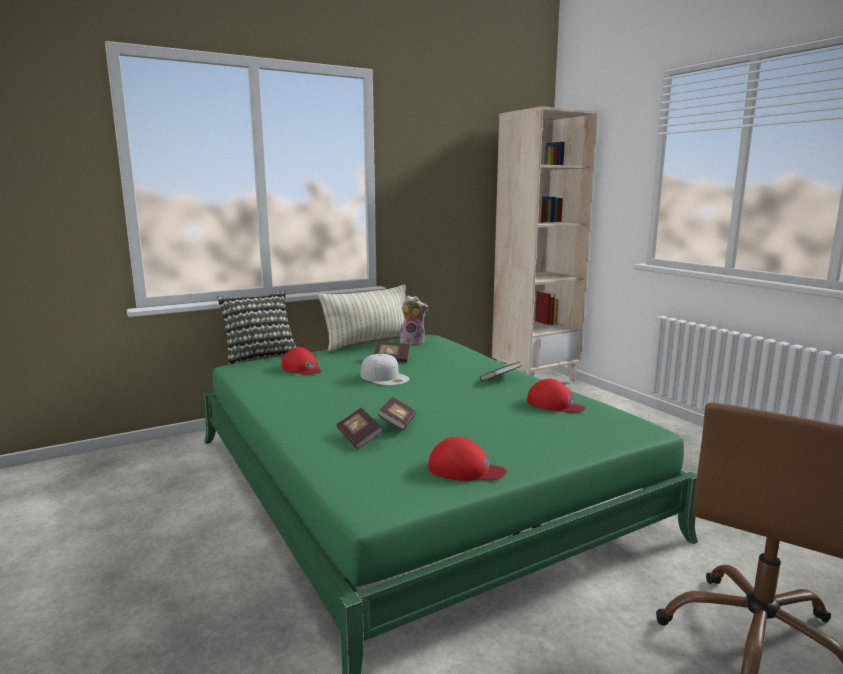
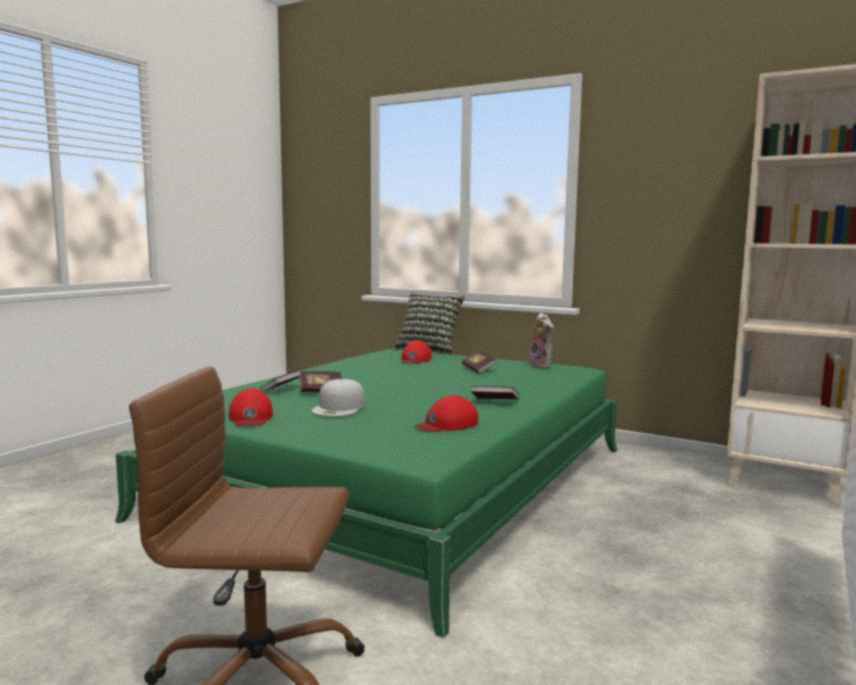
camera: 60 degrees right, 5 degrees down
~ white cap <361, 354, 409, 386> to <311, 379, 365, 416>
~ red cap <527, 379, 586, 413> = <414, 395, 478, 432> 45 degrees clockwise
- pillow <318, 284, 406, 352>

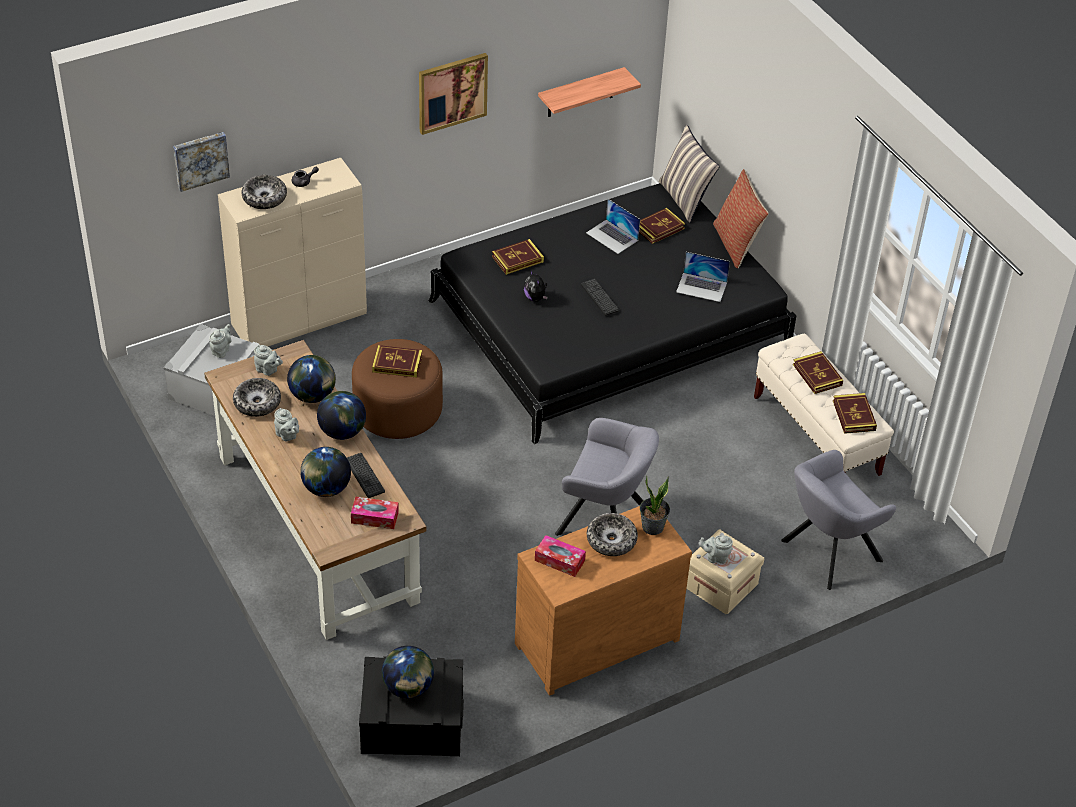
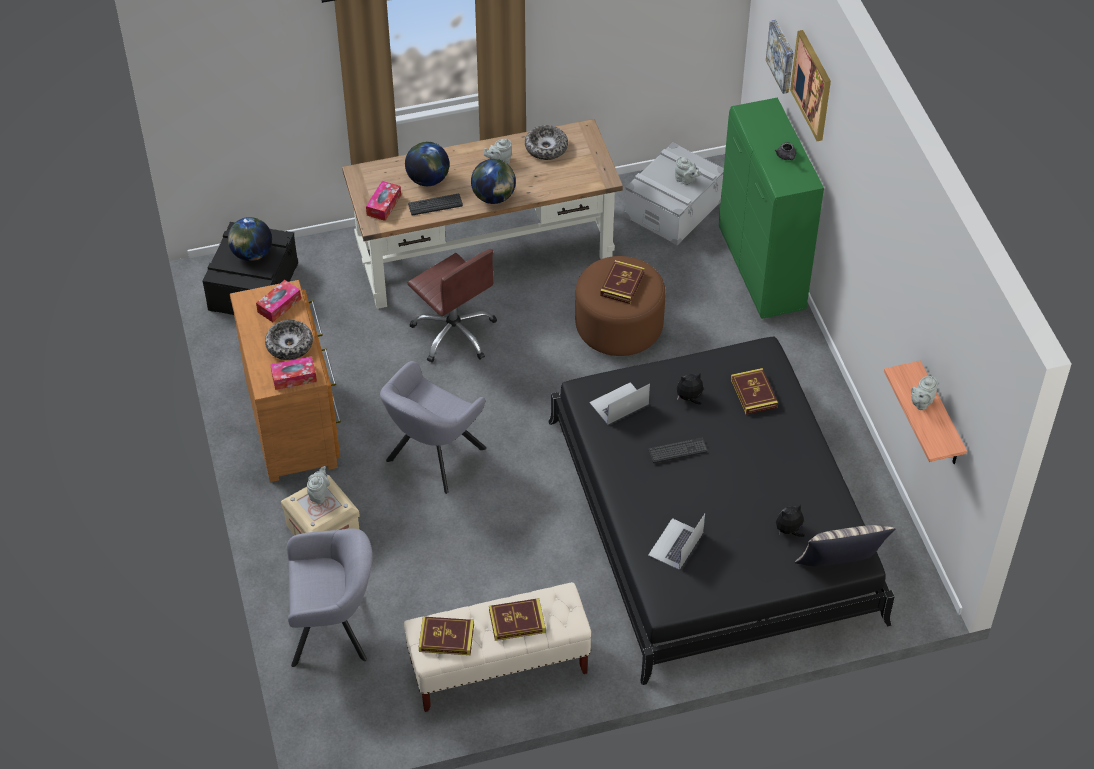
camera: 105 degrees right, 5 degrees up
~ potted plant <640, 476, 670, 535> to tissue box <270, 356, 317, 390>
~ grey armchair <781, 450, 896, 590> = <287, 528, 373, 667> 105 degrees clockwise
+ brown office chair <408, 249, 497, 363>
~ laptop <586, 199, 640, 254> to <589, 382, 650, 424>
~ beige cabinet <218, 158, 367, 346> to green cabinet <719, 98, 824, 319>
~ book <639, 208, 685, 244> to plush toy <776, 504, 805, 537>
~ picture <419, 53, 488, 135> to <790, 30, 831, 141>
~ grey teapot <254, 344, 283, 376> to <911, 376, 938, 410>
- bowl <241, 175, 287, 209>
- globe <287, 355, 336, 403>
- pillow <713, 169, 769, 268>

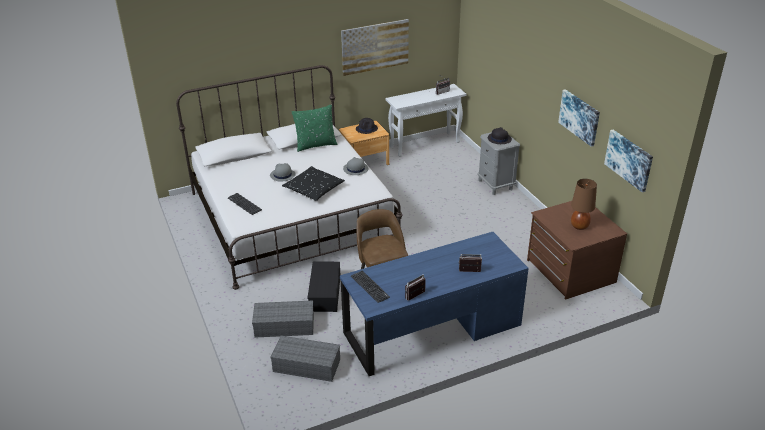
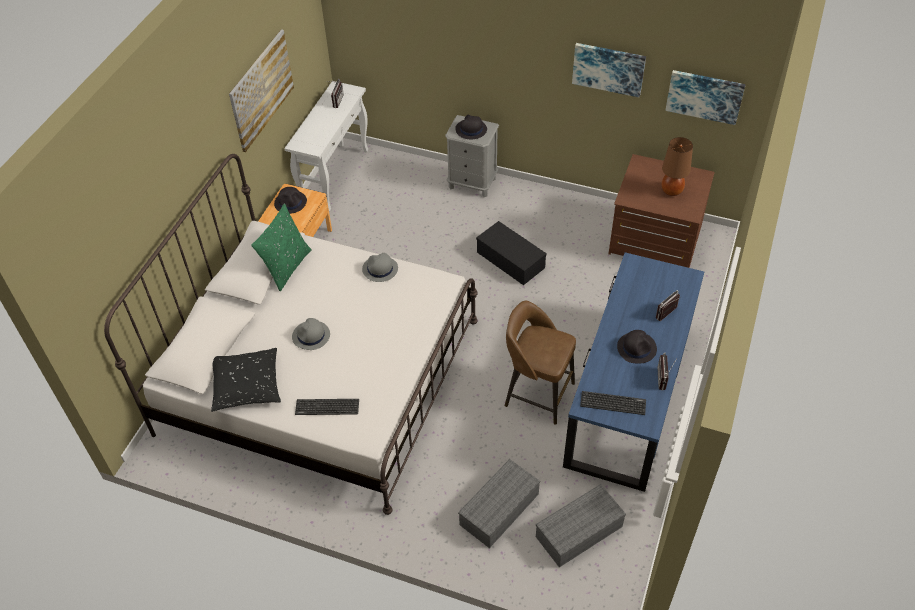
camera: 45 degrees left, 15 degrees up
~ black pillow <282, 166, 345, 201> to <211, 348, 281, 412>
~ black storage box <308, 262, 340, 312> to <476, 221, 547, 285>
+ black hat <617, 330, 657, 364>

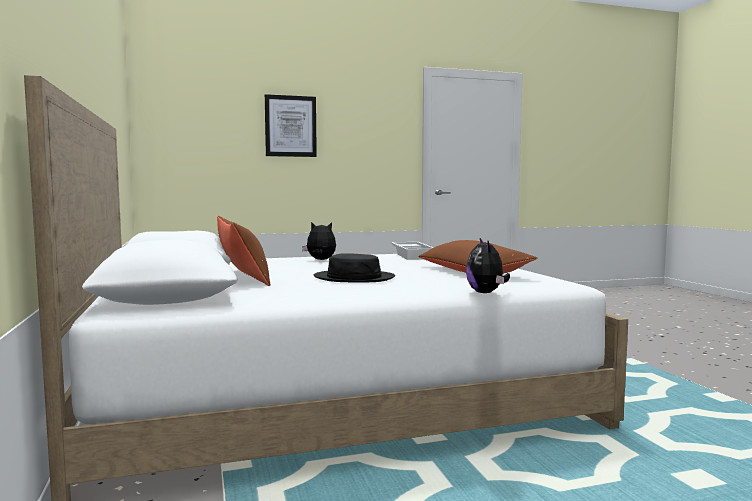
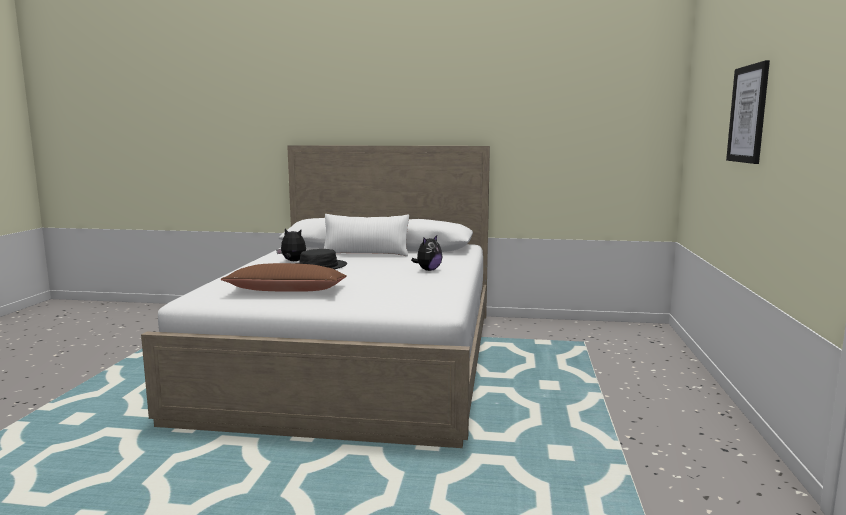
camera: 115 degrees right, 5 degrees up
~ plush toy <466, 238, 510, 293> to <276, 229, 306, 261>
~ brown pillow <217, 216, 270, 286> to white pillow <324, 214, 409, 256>
- white tray <391, 242, 434, 260>

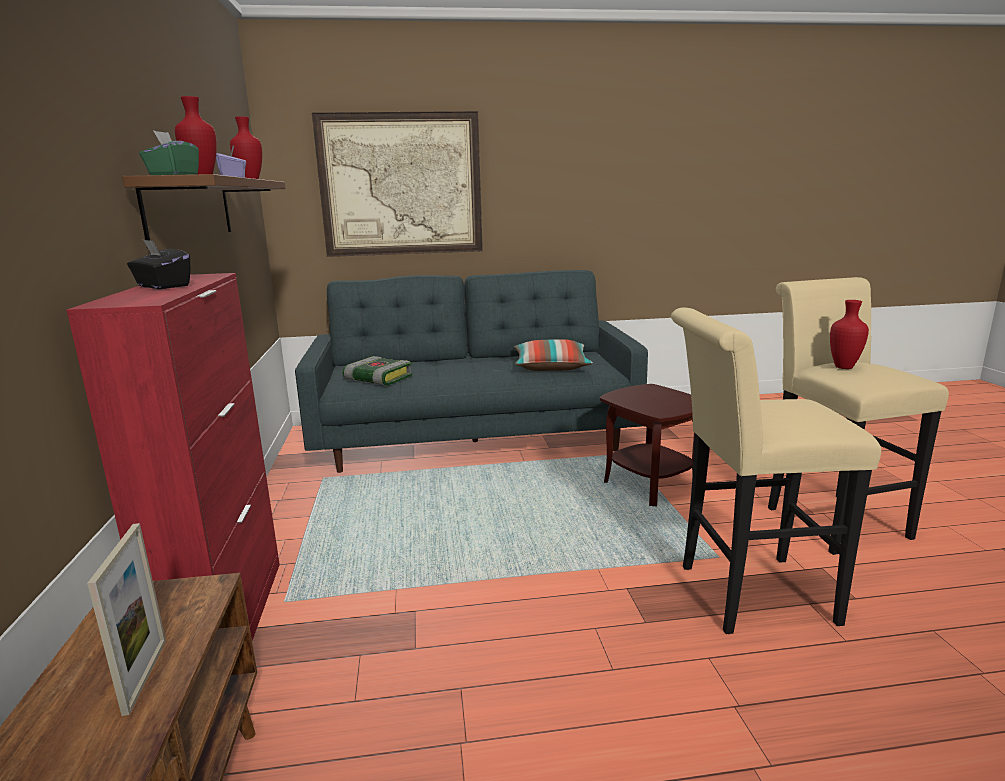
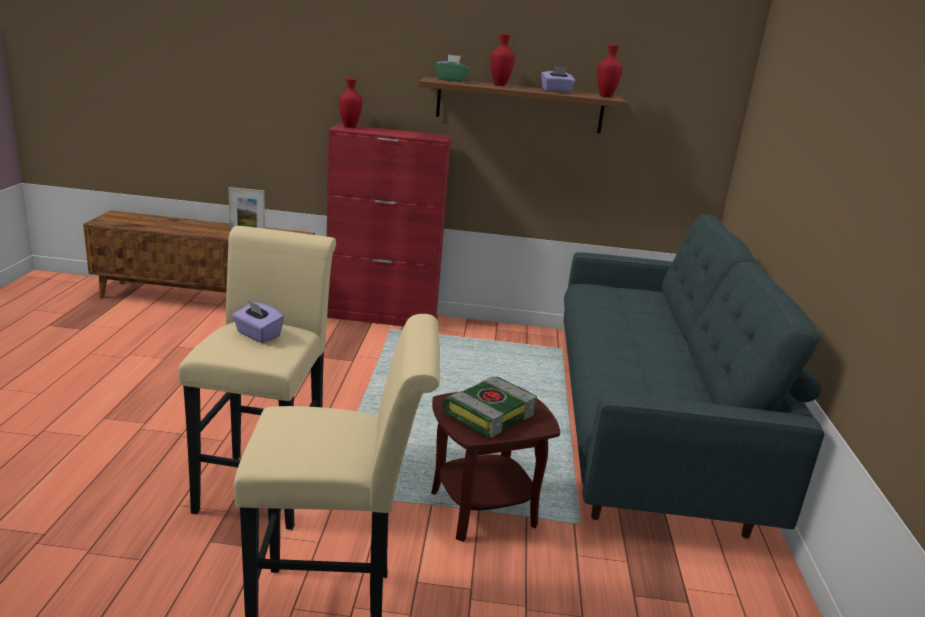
camera: 100 degrees right, 5 degrees up
+ purple tissue box <232, 300, 284, 343>
~ red vase <830, 300, 869, 369> to <339, 78, 362, 128>
~ book <342, 356, 412, 386> to <443, 377, 537, 438>
- black tissue box <127, 240, 190, 289>
- picture <312, 111, 483, 257>
- pillow <514, 339, 593, 371>

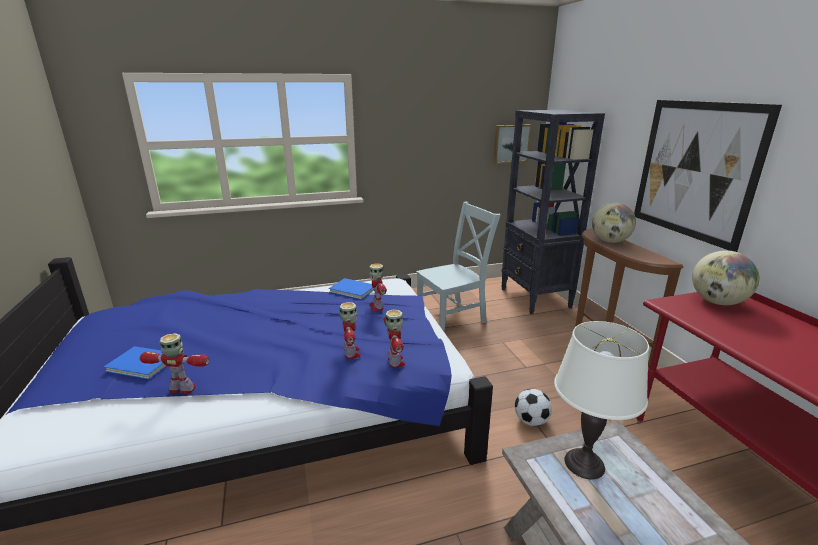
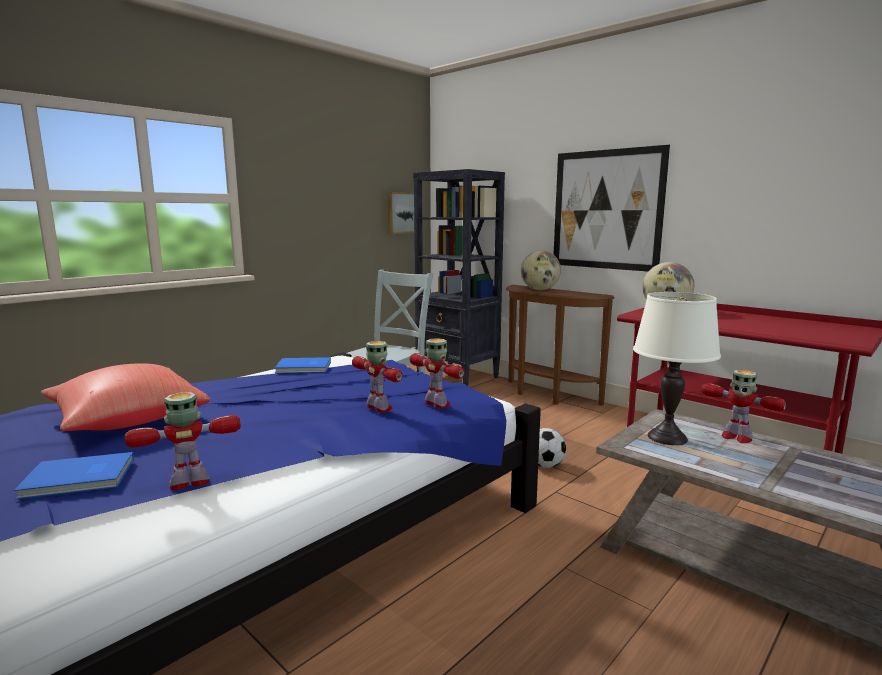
camera: 30 degrees left, 10 degrees down
+ red pillow <41, 363, 210, 431>
~ toy robot <369, 263, 387, 311> to <701, 370, 786, 443>

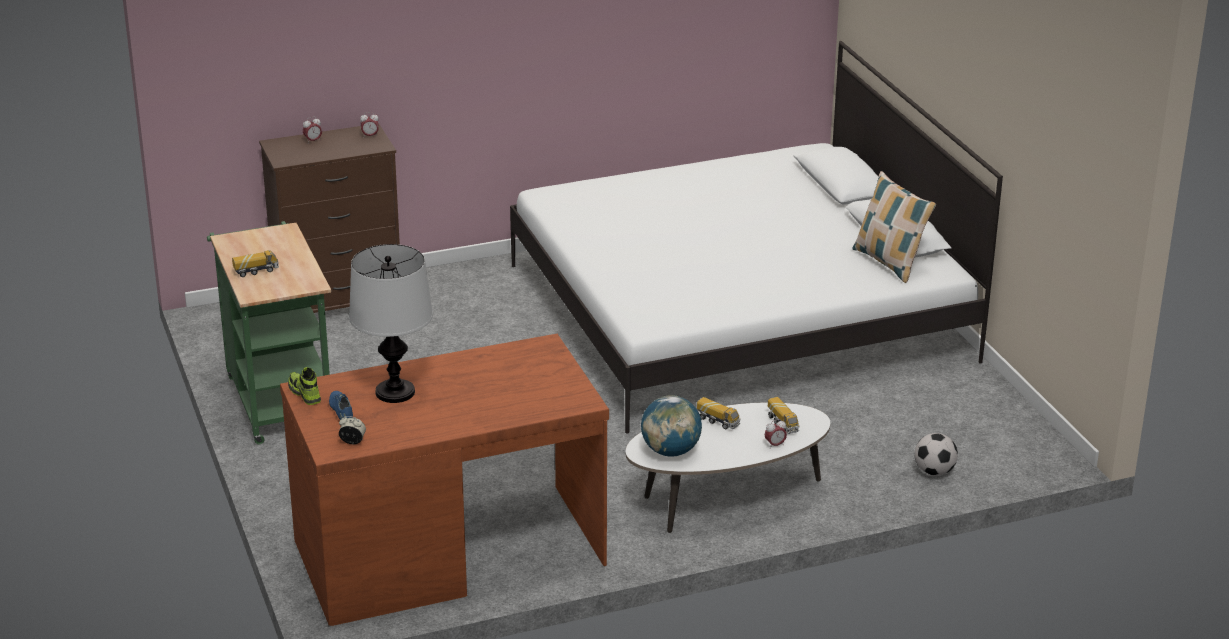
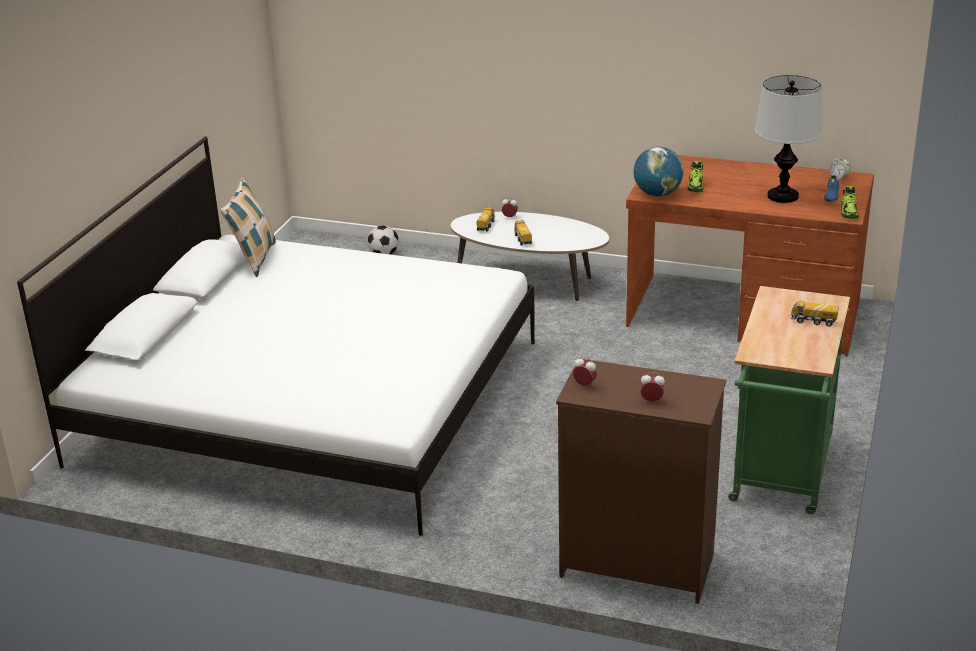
camera: 140 degrees left, 0 degrees up
~ globe <641, 395, 702, 457> to <634, 146, 684, 196>
+ shoe <688, 161, 703, 193>

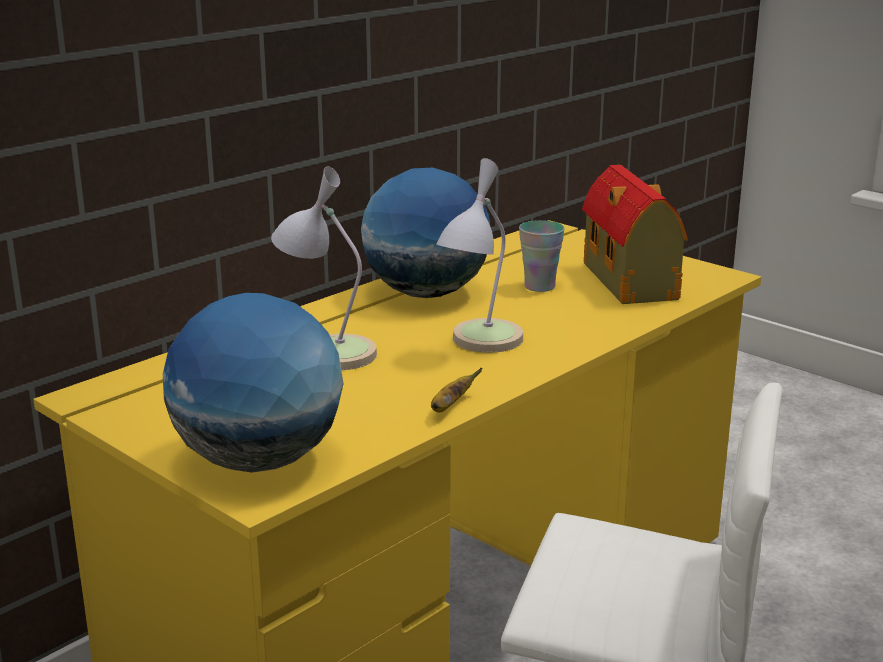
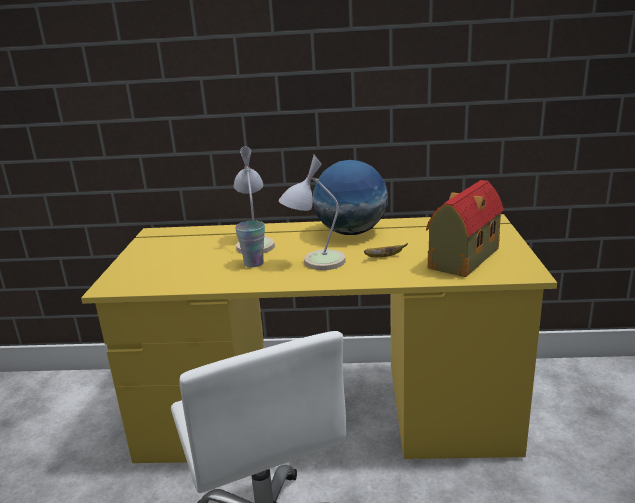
camera: 50 degrees right, 0 degrees up
~ cup <519, 220, 565, 292> to <235, 221, 265, 267>
~ banana <431, 368, 482, 413> to <364, 243, 408, 257>
- globe <163, 293, 343, 473>

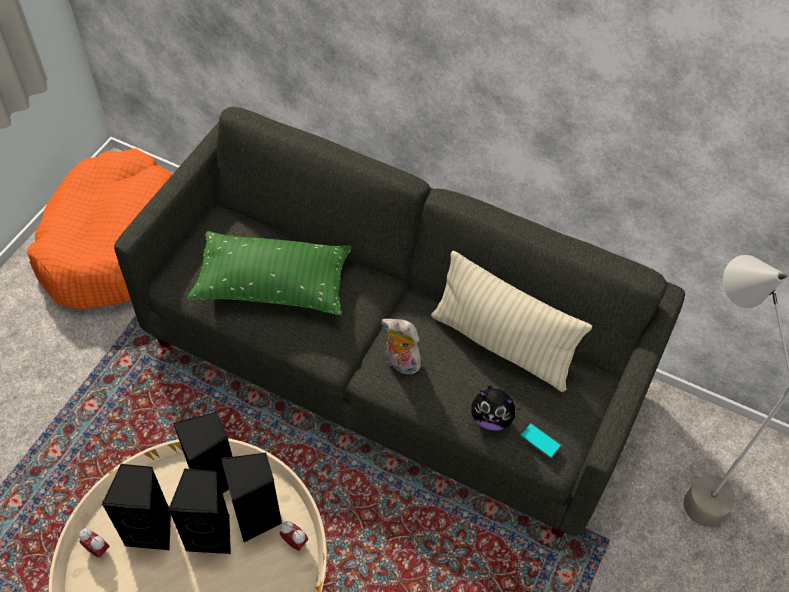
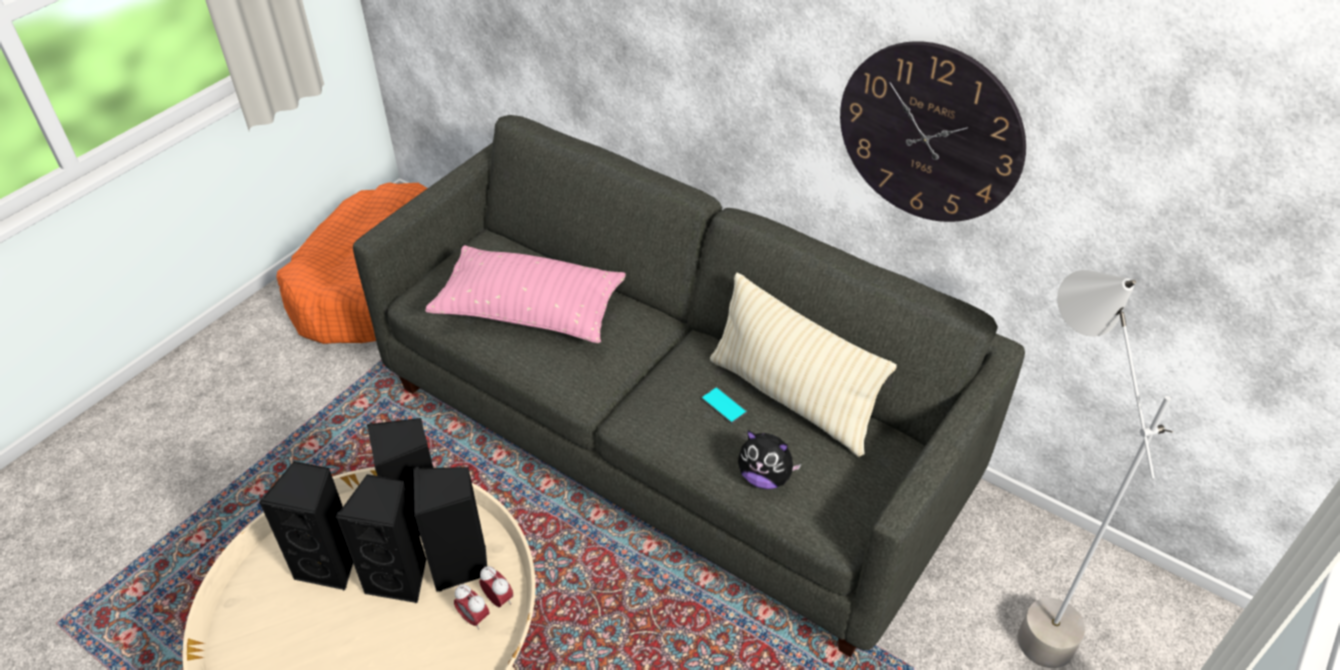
camera: 10 degrees right, 10 degrees down
~ green pillow <188, 231, 351, 315> to pink pillow <425, 245, 626, 343>
~ alarm clock <79, 528, 110, 559> to <454, 584, 489, 630>
~ phone <520, 423, 562, 459> to <701, 387, 747, 424>
+ wall clock <840, 41, 1026, 222>
- plush toy <381, 318, 421, 374>

